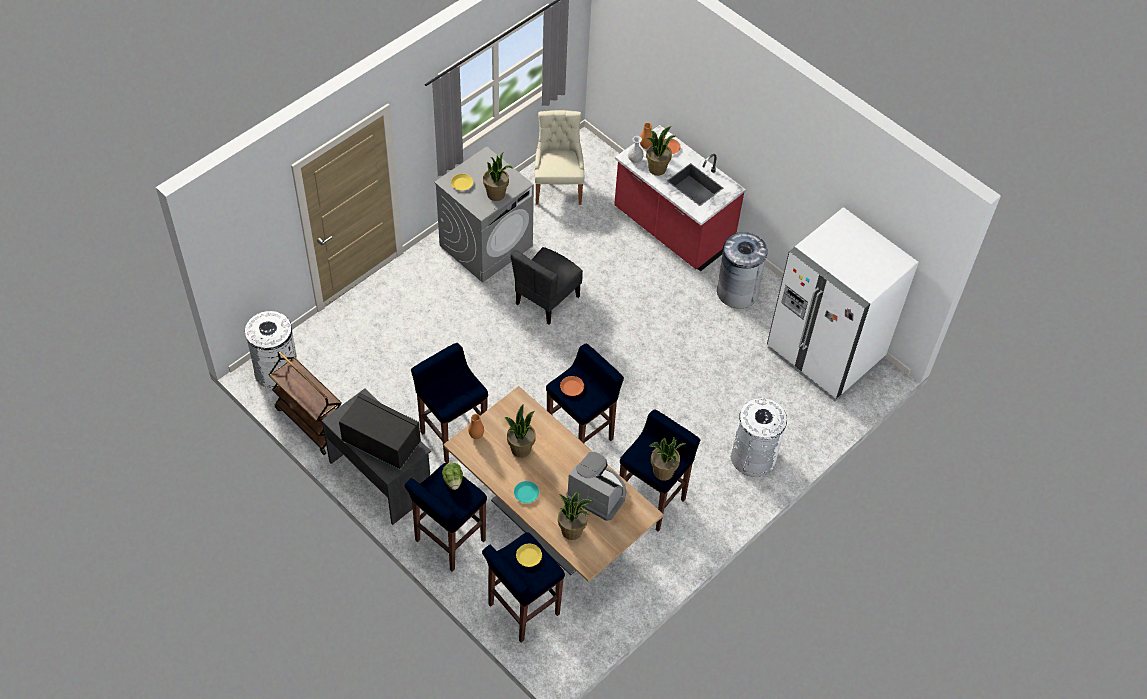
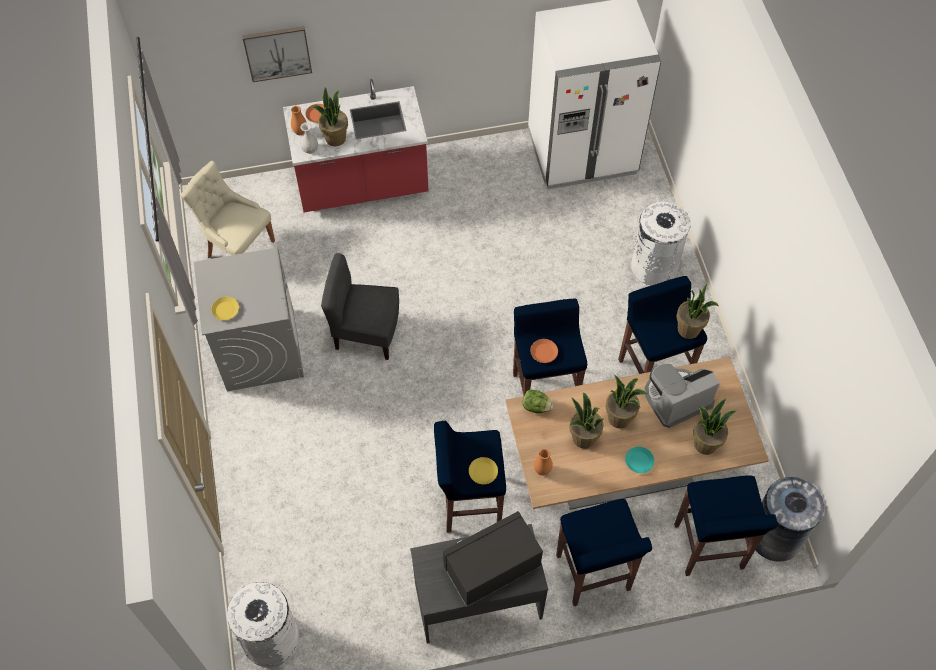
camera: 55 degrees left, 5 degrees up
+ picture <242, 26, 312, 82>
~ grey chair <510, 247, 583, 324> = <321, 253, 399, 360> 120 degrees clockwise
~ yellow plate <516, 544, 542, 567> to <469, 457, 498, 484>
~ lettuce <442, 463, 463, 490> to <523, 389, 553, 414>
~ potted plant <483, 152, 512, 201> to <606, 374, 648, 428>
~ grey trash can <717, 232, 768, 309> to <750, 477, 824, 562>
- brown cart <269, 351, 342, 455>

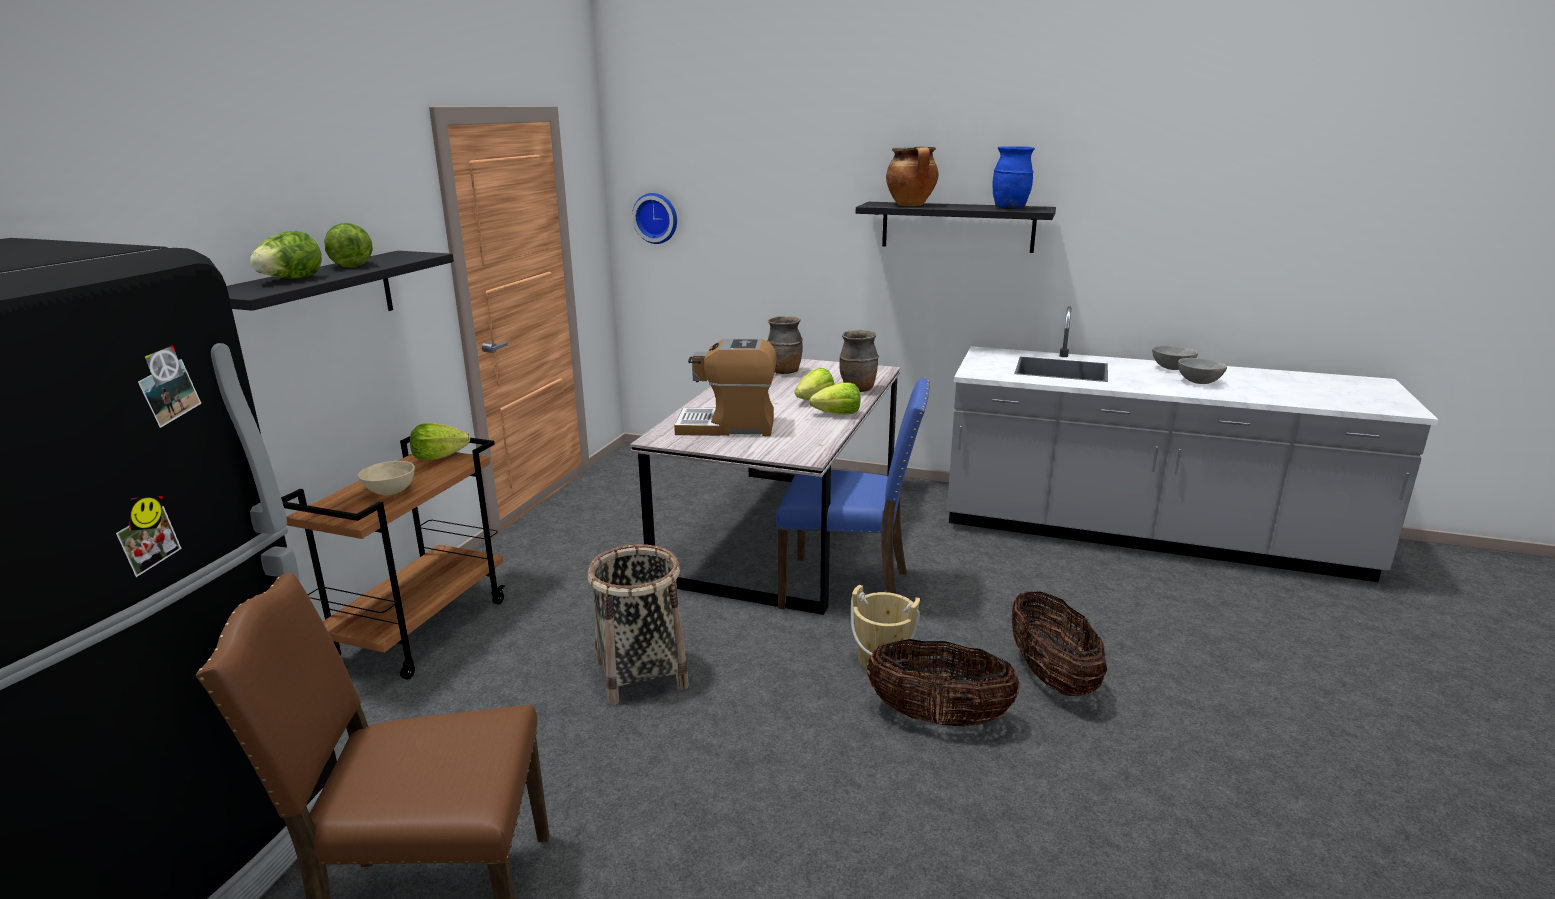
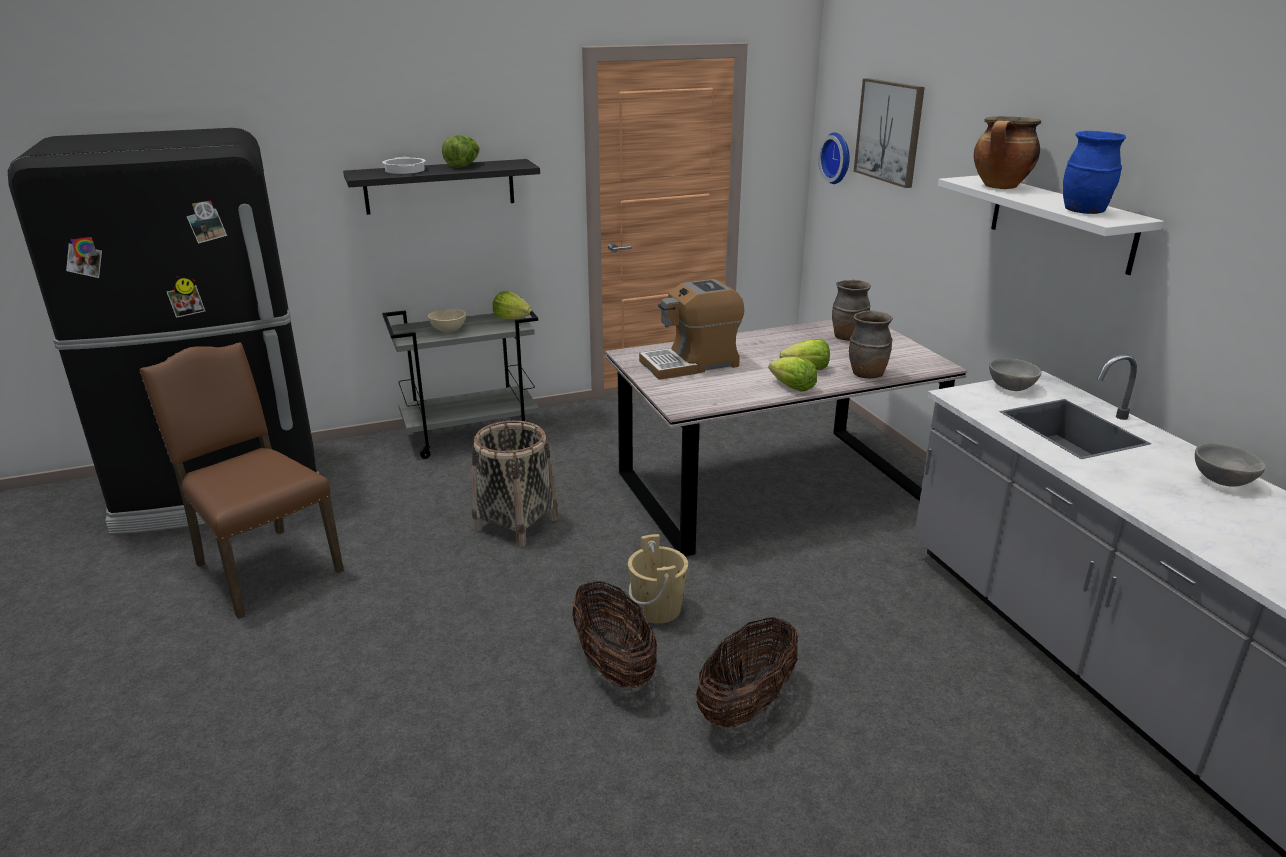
camera: 50 degrees right, 5 degrees up
~ lettuce <250, 231, 322, 278> to cooking pot <382, 157, 426, 174>
~ brown cart <281, 436, 505, 680> to grey cart <382, 310, 539, 459>
~ coffee machine <674, 339, 777, 436> = <639, 279, 744, 380> 75 degrees counterclockwise
+ picture <854, 78, 925, 188>
~ black shelf <856, 202, 1056, 253> to white shelf <938, 175, 1164, 275>
~ grey bowl <1178, 358, 1227, 384> to <989, 358, 1041, 391>
- blue chair <776, 378, 930, 609>

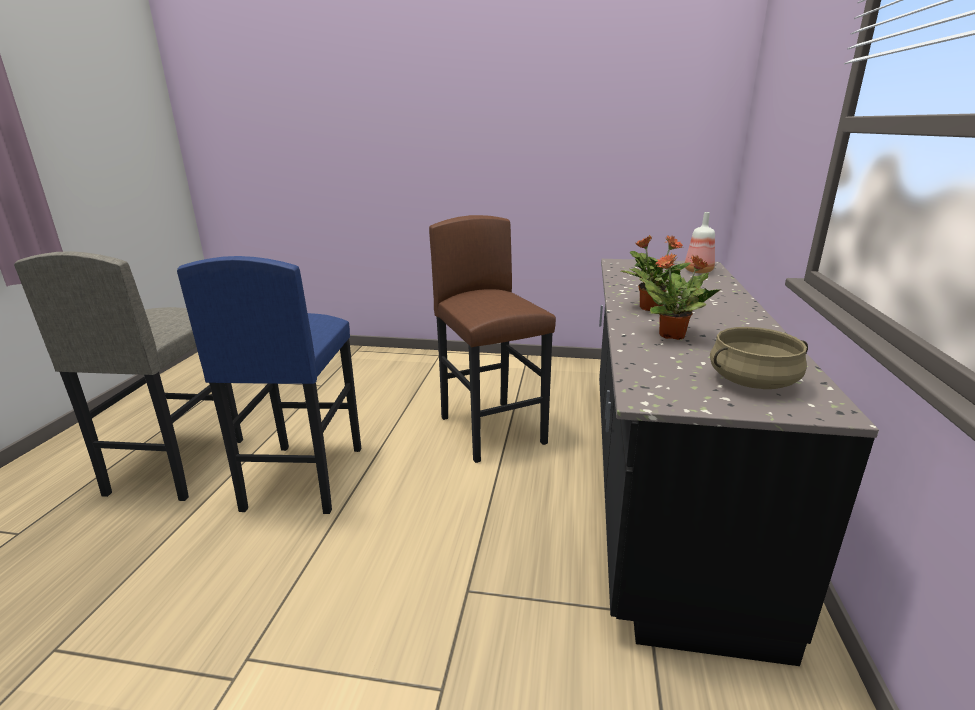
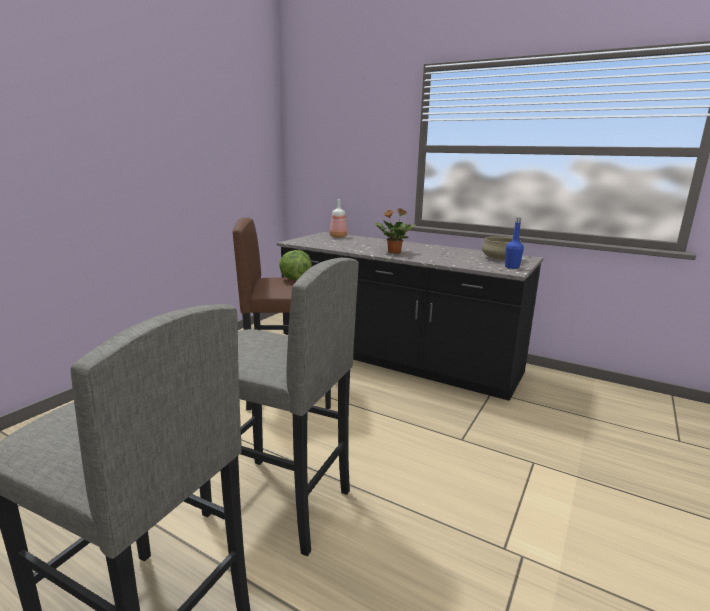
camera: 70 degrees left, 5 degrees down
~ blue stool <177, 256, 361, 514> to grey stool <200, 258, 359, 556>
+ lettuce <279, 250, 312, 280>
+ blue bottle <505, 218, 524, 269>
- potted plant <639, 253, 722, 340>

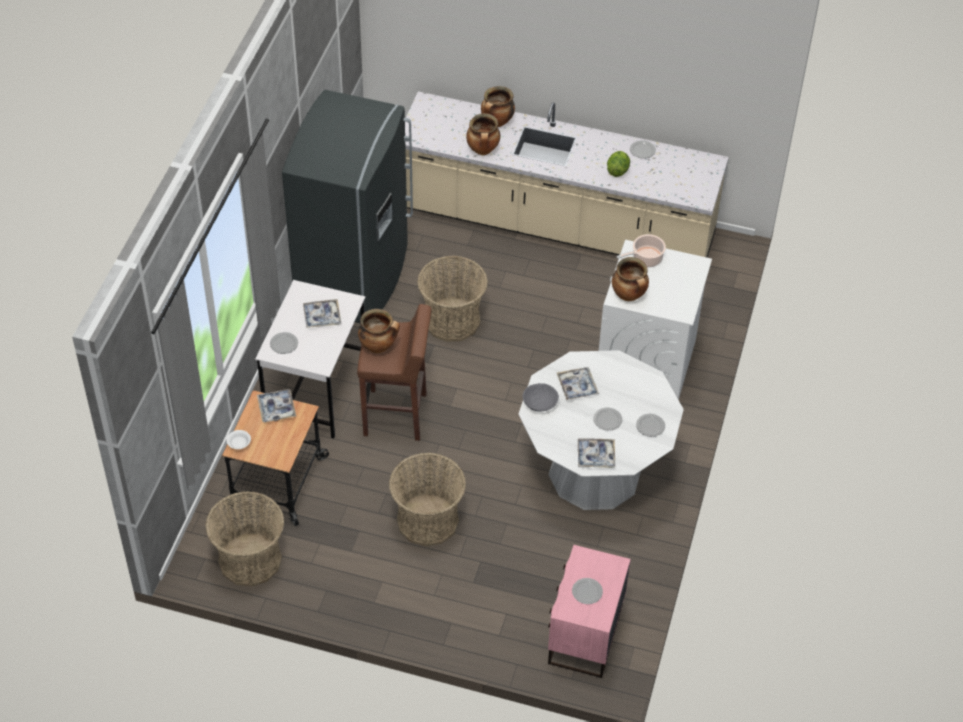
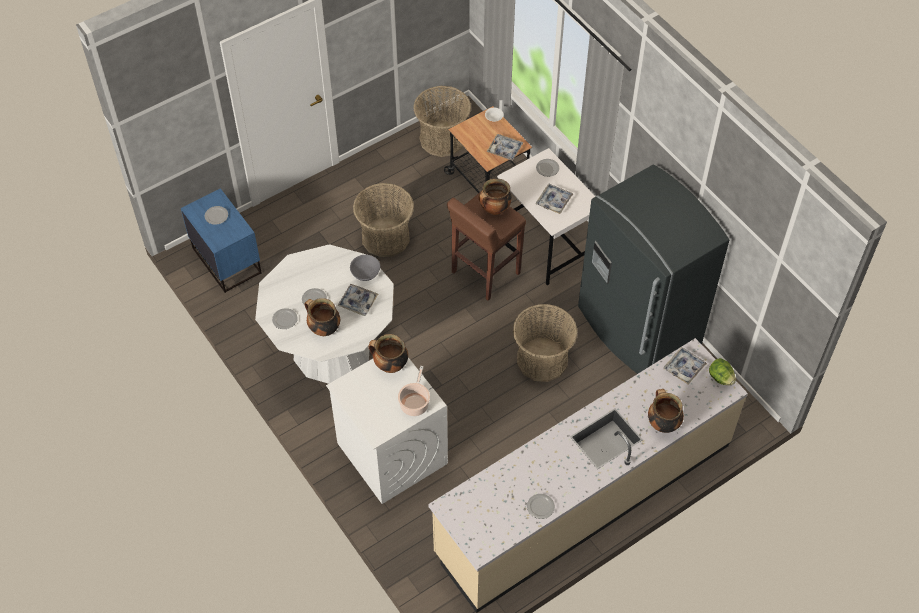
camera: 130 degrees right, 5 degrees up
~ pink nightstand <548, 545, 631, 678> to blue nightstand <181, 188, 262, 293>
~ cooking pot <466, 113, 500, 155> to <304, 298, 340, 337>
~ tray <578, 438, 615, 468> to <664, 347, 707, 384>
~ lettuce <607, 151, 630, 177> to <709, 358, 736, 385>

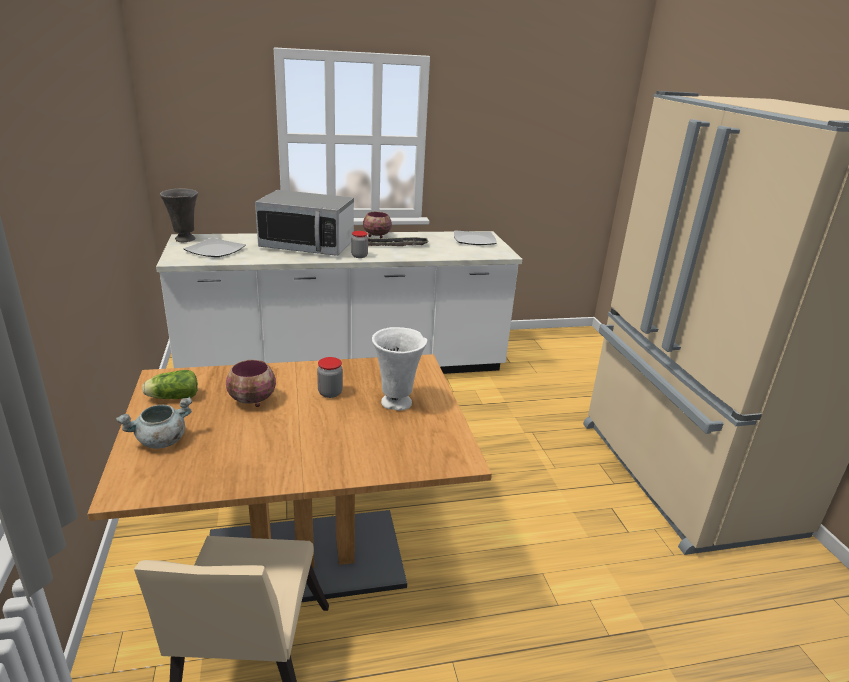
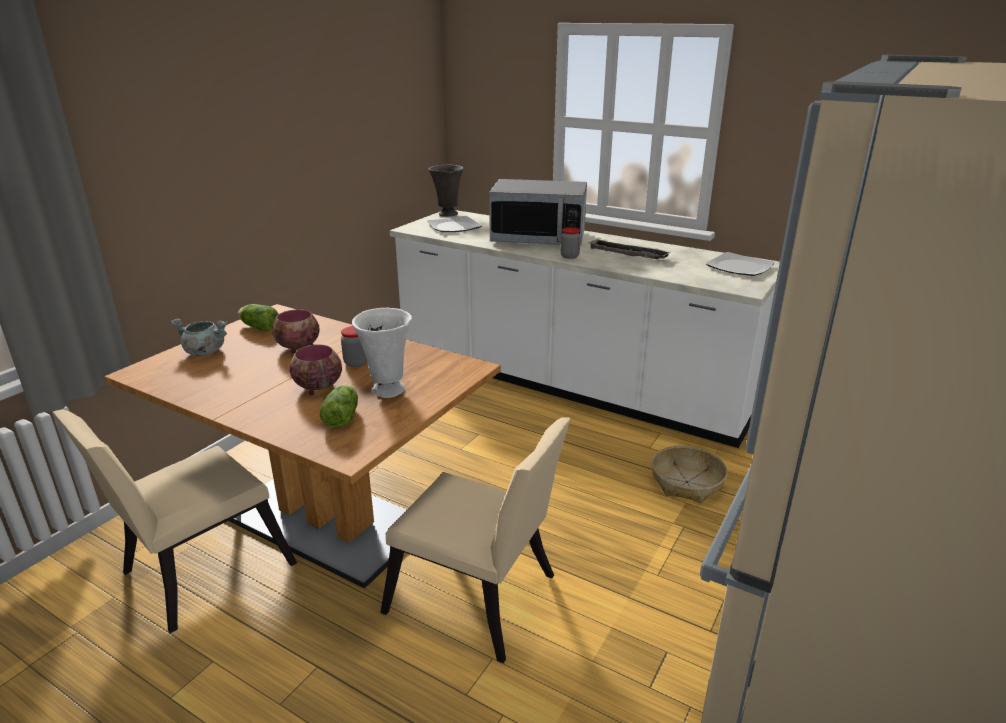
camera: 45 degrees right, 0 degrees up
~ bowl <363, 212, 392, 238> to <290, 344, 342, 395>
+ lettuce <319, 385, 358, 428>
+ beige chair <380, 417, 571, 663>
~ microwave <255, 190, 354, 256> = <489, 179, 587, 246> 45 degrees counterclockwise
+ basket <652, 445, 727, 503>

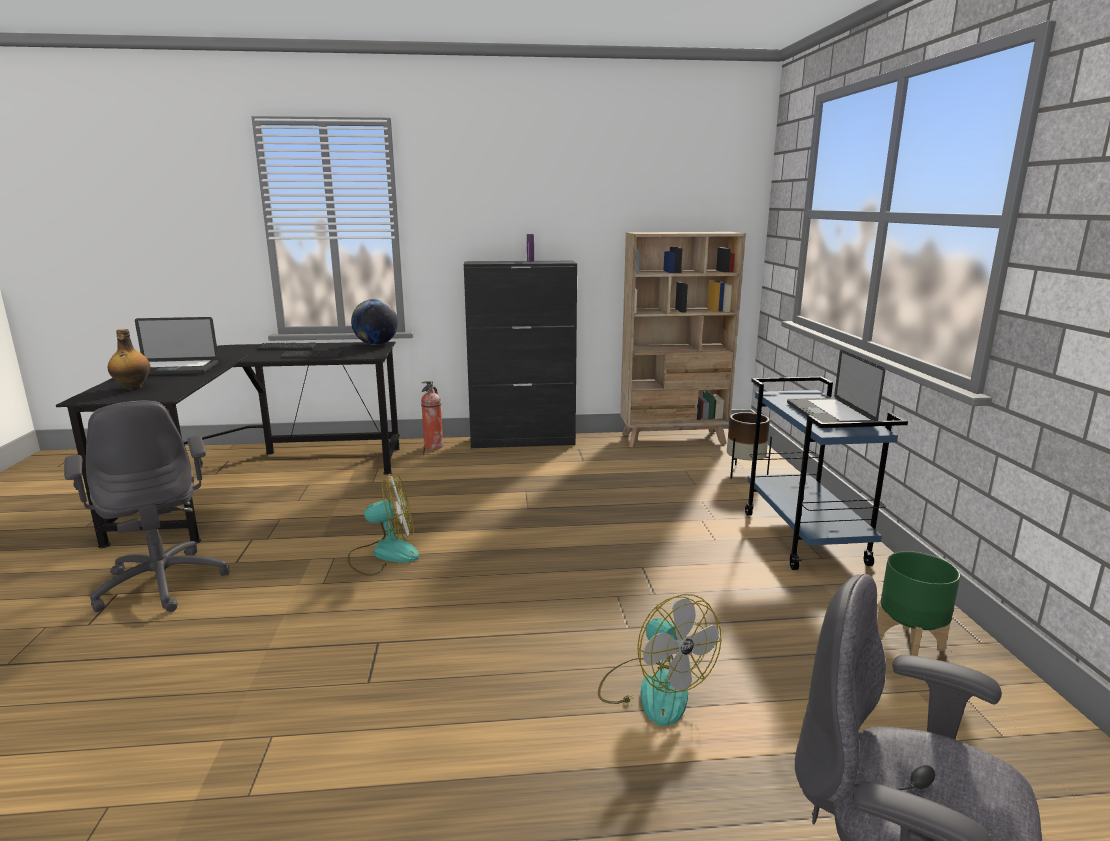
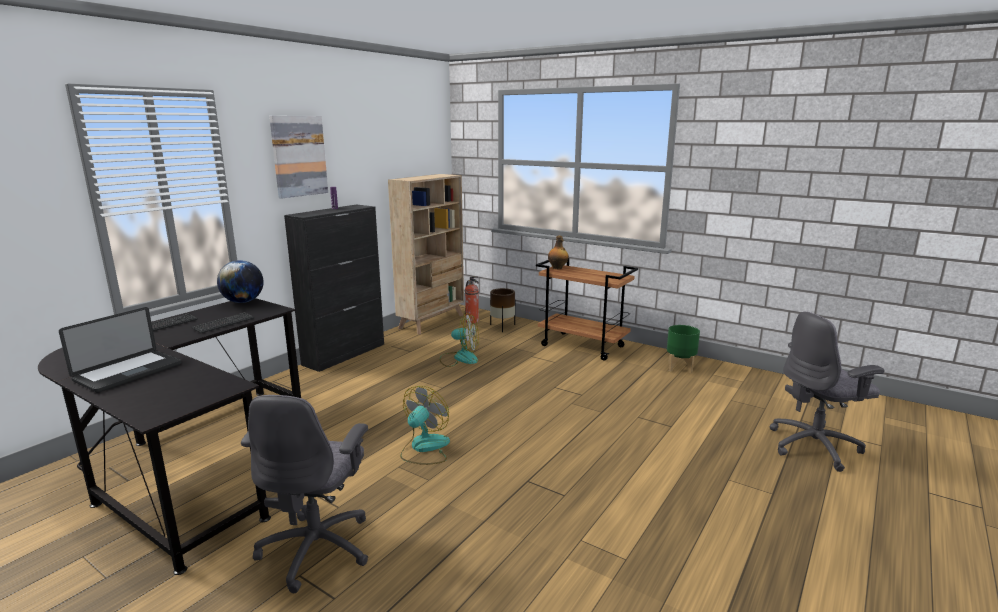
camera: 50 degrees left, 0 degrees up
~ grey office chair <64, 401, 229, 612> = <241, 395, 368, 593> 90 degrees clockwise
+ picture <269, 116, 328, 199>
~ fan <598, 594, 721, 726> to <440, 313, 479, 367>
~ fire extinguisher <421, 381, 443, 450> to <464, 276, 479, 324>
~ blue cart <745, 377, 908, 570> to brown cart <536, 259, 638, 361>
~ bottle <108, 329, 150, 390> to <548, 236, 569, 269>
- laptop <787, 350, 885, 428>

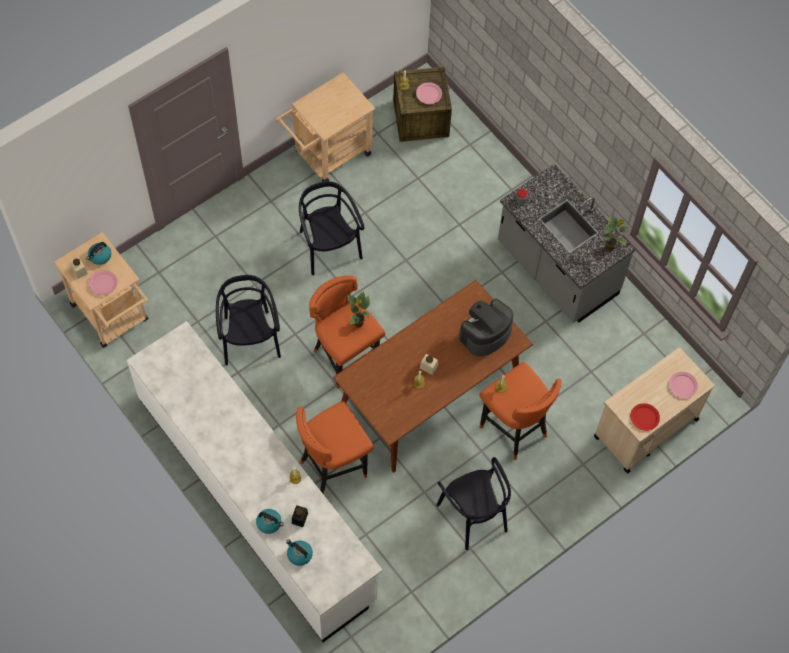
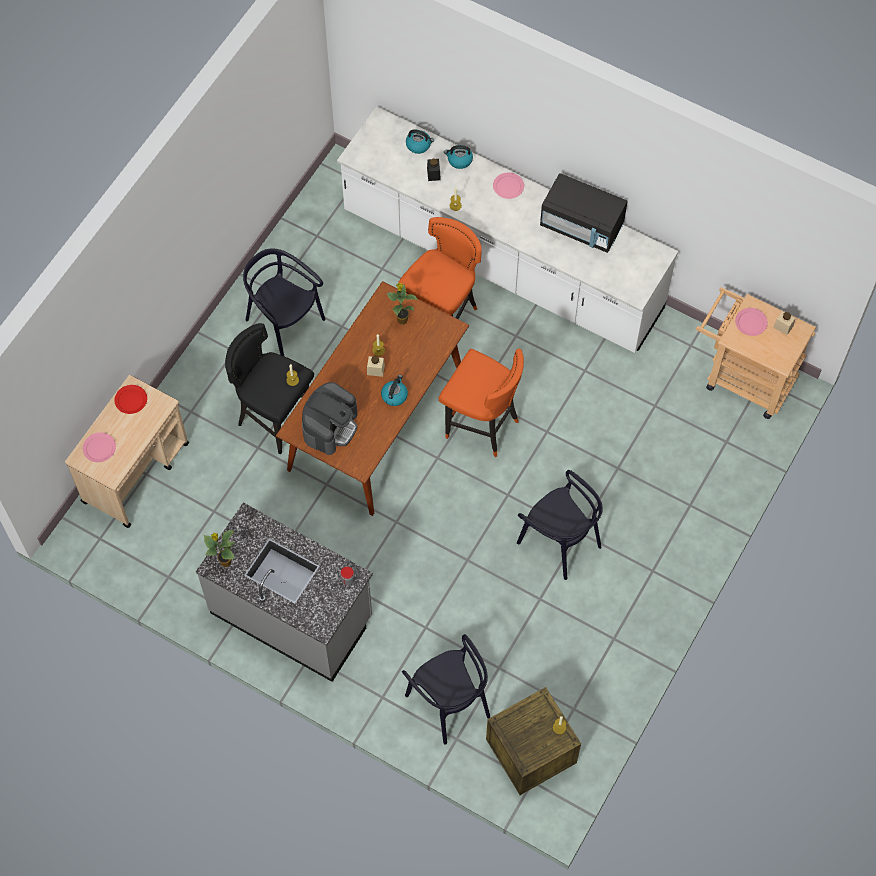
camera: 160 degrees right, 0 degrees up
~ orange stool <479, 362, 561, 460> to black stool <225, 323, 314, 455>
~ kettle <86, 242, 111, 265> to <381, 375, 408, 406>
~ potted plant <347, 291, 370, 328> to <386, 283, 418, 325>
~ black chair <216, 275, 281, 365> to <402, 634, 490, 745>
~ pink plate <416, 82, 442, 104> to <493, 173, 524, 199>
+ black microwave <540, 173, 627, 253>
- beige cart <275, 72, 376, 182>

